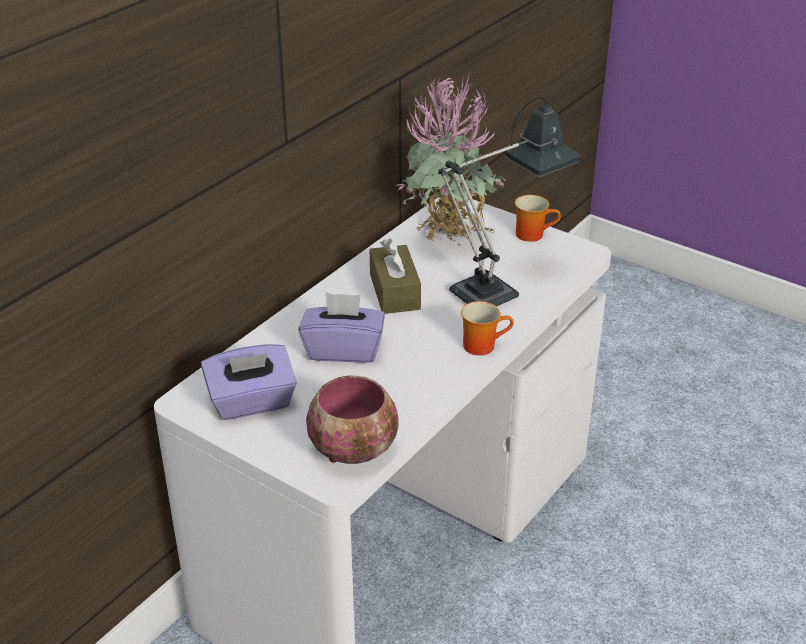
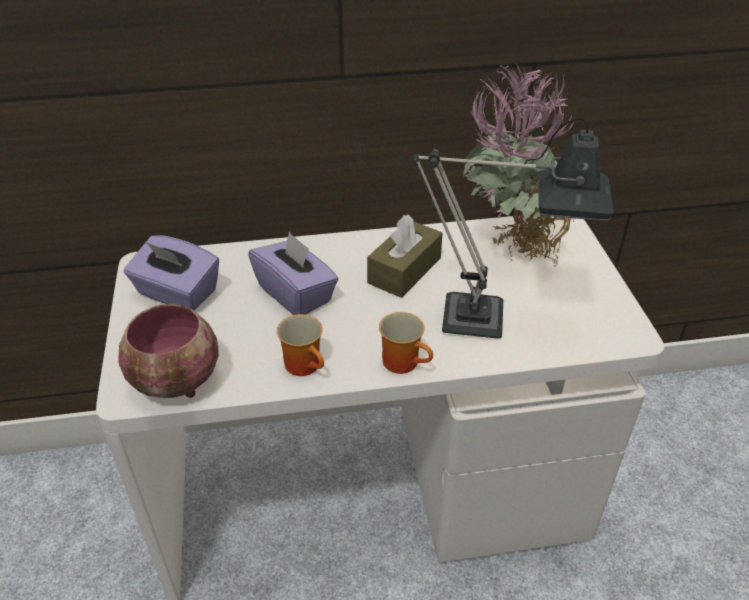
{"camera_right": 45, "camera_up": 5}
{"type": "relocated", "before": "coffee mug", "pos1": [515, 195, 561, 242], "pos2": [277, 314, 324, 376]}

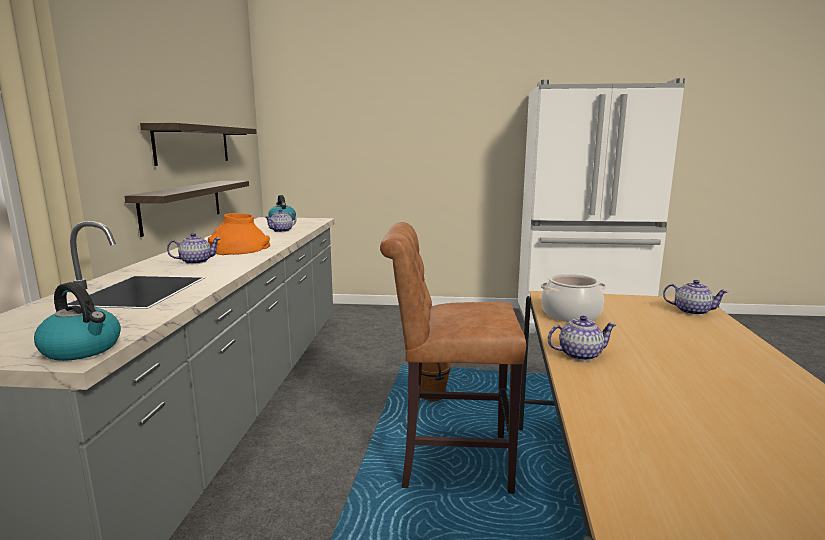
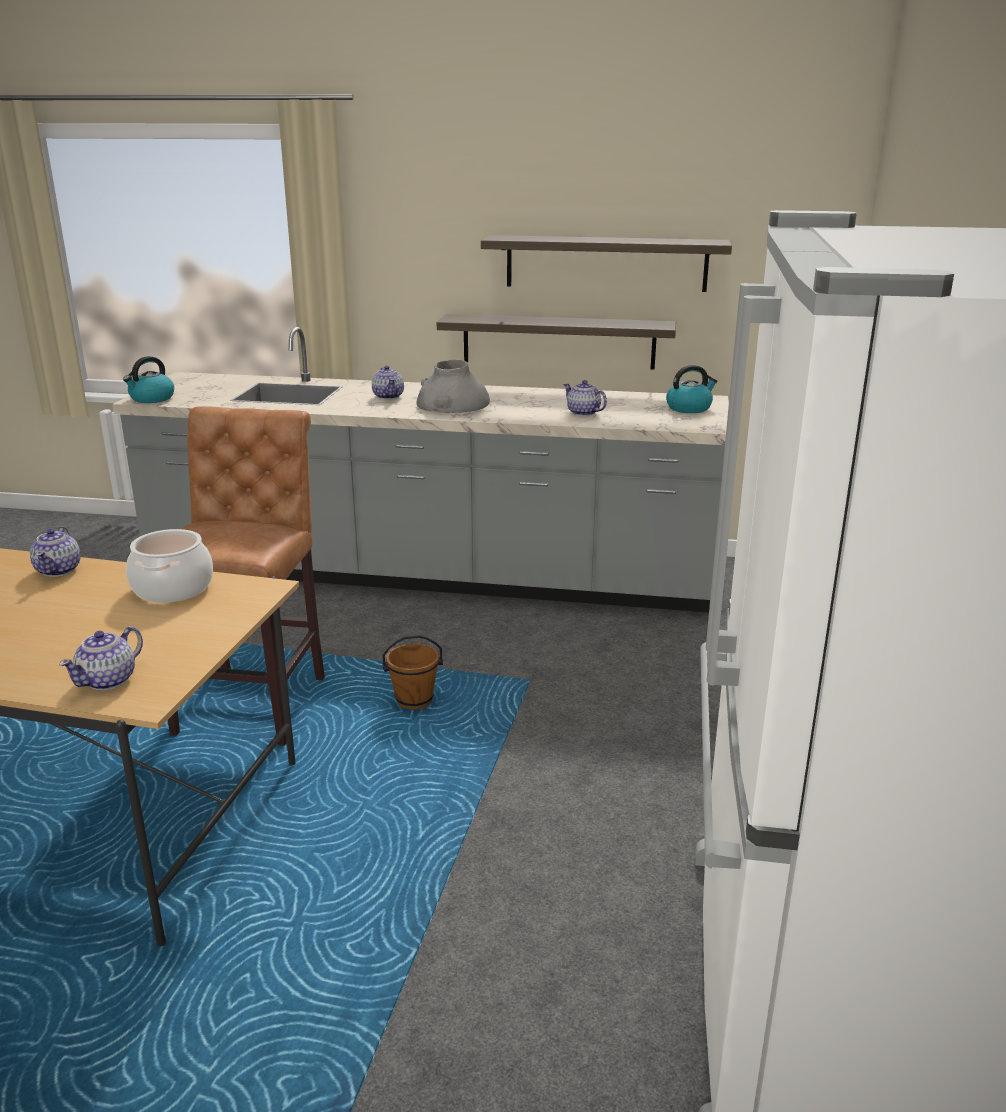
{"camera_right": 95, "camera_up": 10}
{"type": "colour", "before": "orange flower vase", "after": "gray flower vase", "pos1": [208, 213, 270, 255], "pos2": [417, 359, 490, 413]}

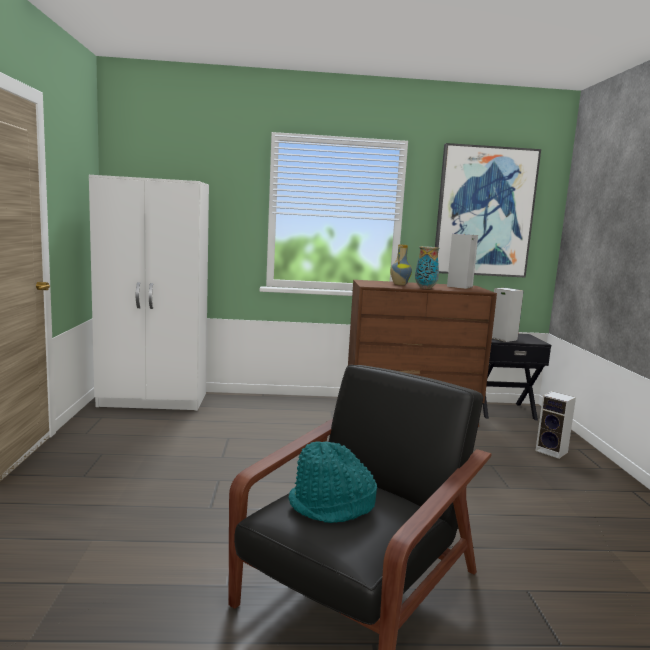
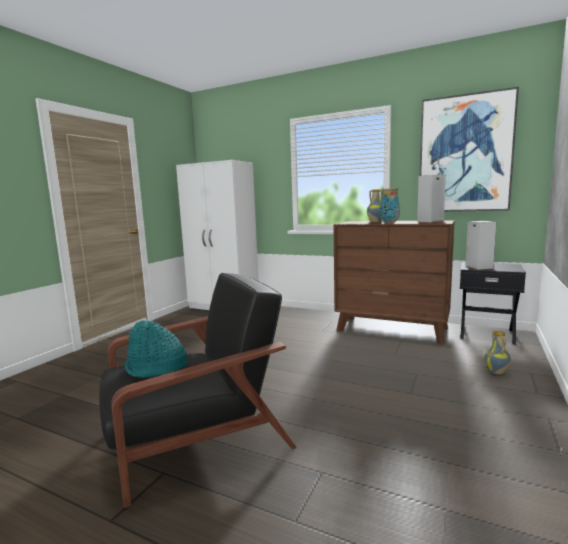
{"camera_right": 30, "camera_up": 0}
{"type": "exchanged", "before": "audio speaker", "after": "flower vase", "pos1": [535, 391, 576, 459], "pos2": [485, 330, 511, 374]}

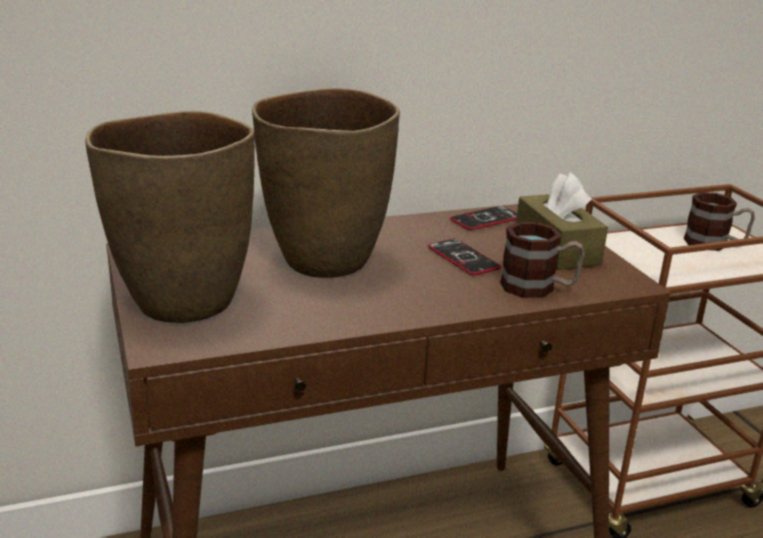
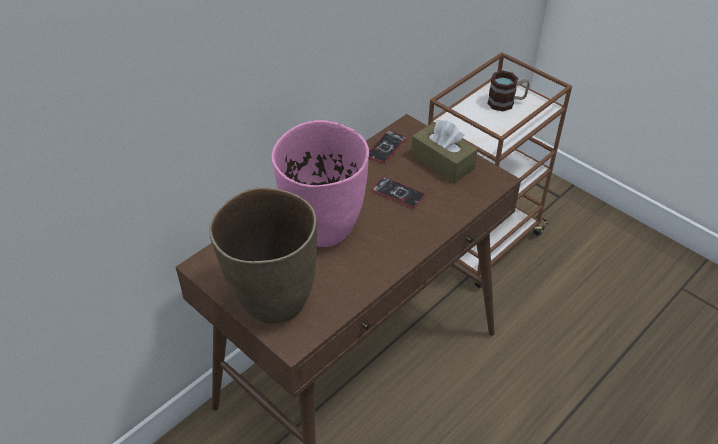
{"camera_right": -25, "camera_up": 20}
{"type": "colour", "before": "brown-coloured flower vase", "after": "pink-coloured flower vase", "pos1": [252, 88, 400, 278], "pos2": [271, 120, 369, 247]}
{"type": "missing", "before": "coffee mug", "pos1": [500, 222, 585, 298]}

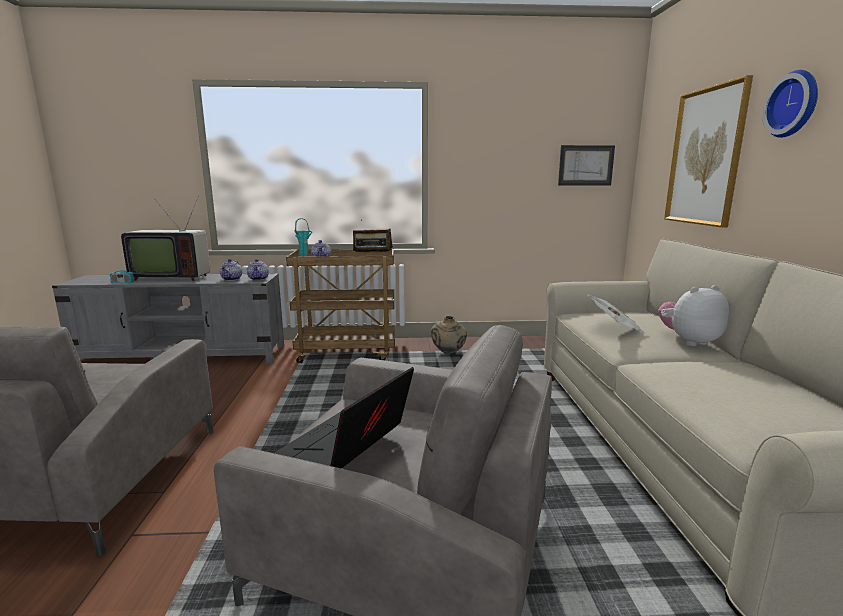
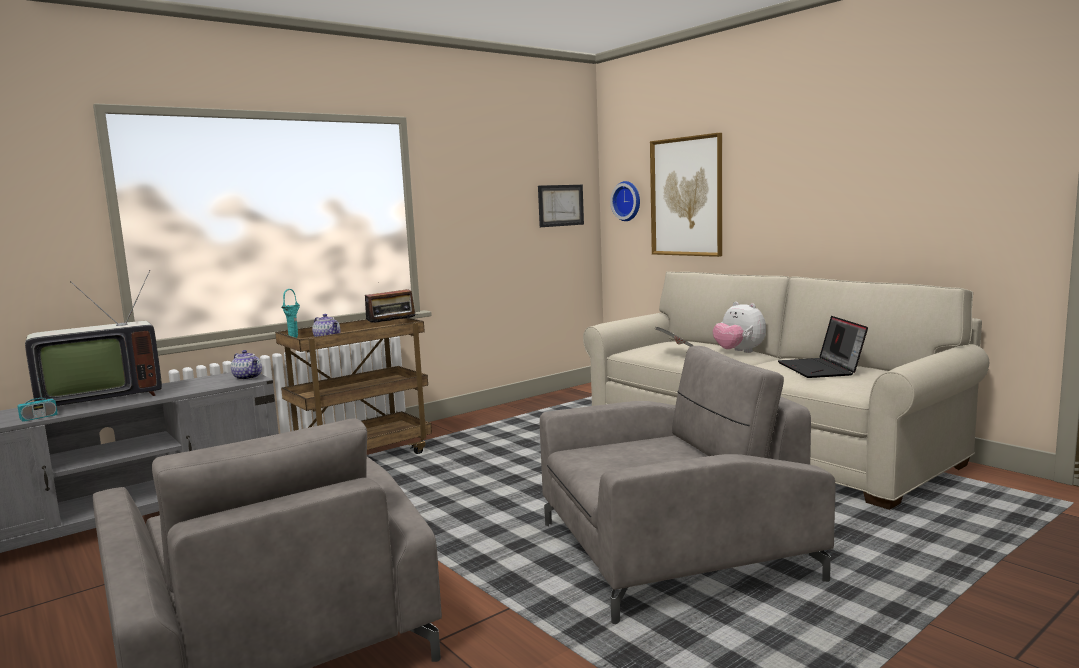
{"camera_right": -35, "camera_up": -5}
{"type": "missing", "before": "teapot", "pos1": [220, 259, 242, 281]}
{"type": "relocated", "before": "laptop", "pos1": [275, 367, 414, 469], "pos2": [778, 316, 868, 378]}
{"type": "missing", "before": "sand-coloured flower vase", "pos1": [431, 316, 467, 354]}
{"type": "spun", "before": "plush toy", "pos1": [658, 285, 729, 346], "pos2": [713, 302, 766, 353], "turn": -75}
{"type": "relocated", "before": "wall clock", "pos1": [762, 70, 818, 138], "pos2": [610, 181, 640, 221]}

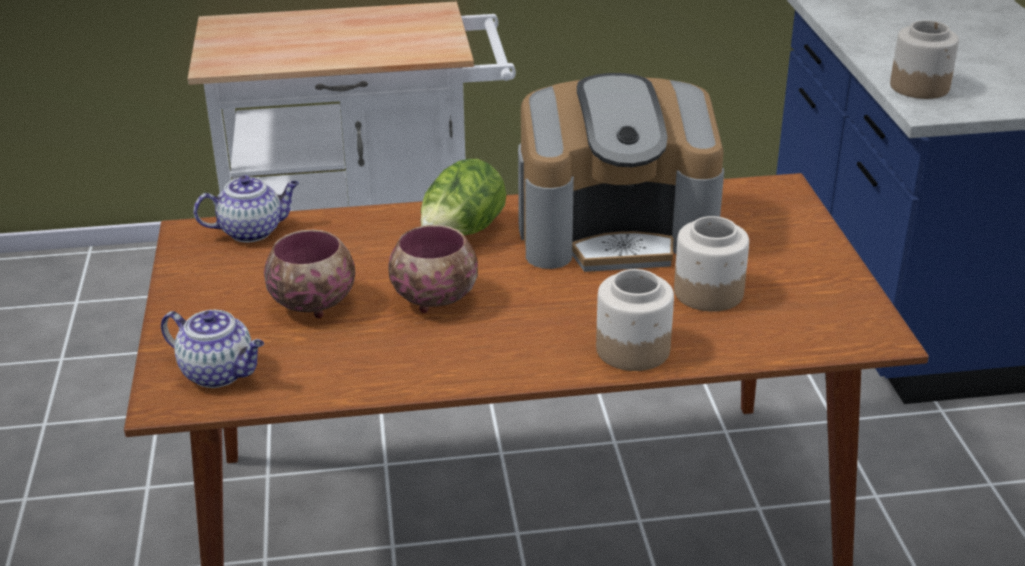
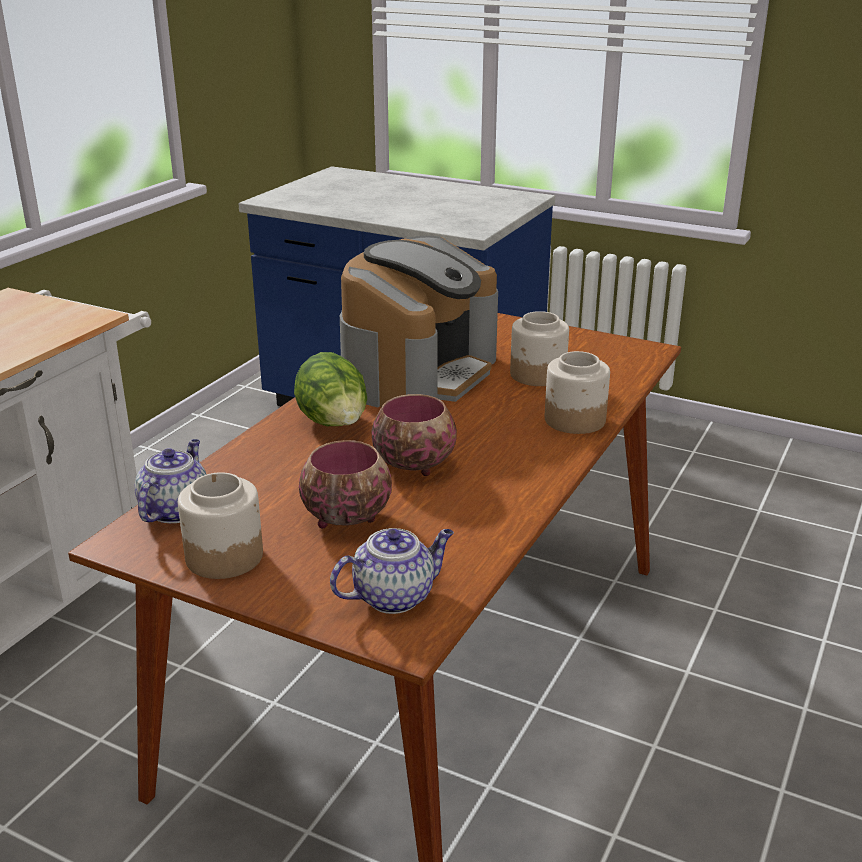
{"camera_right": -55, "camera_up": -5}
{"type": "relocated", "before": "jar", "pos1": [890, 20, 959, 99], "pos2": [178, 472, 263, 579]}

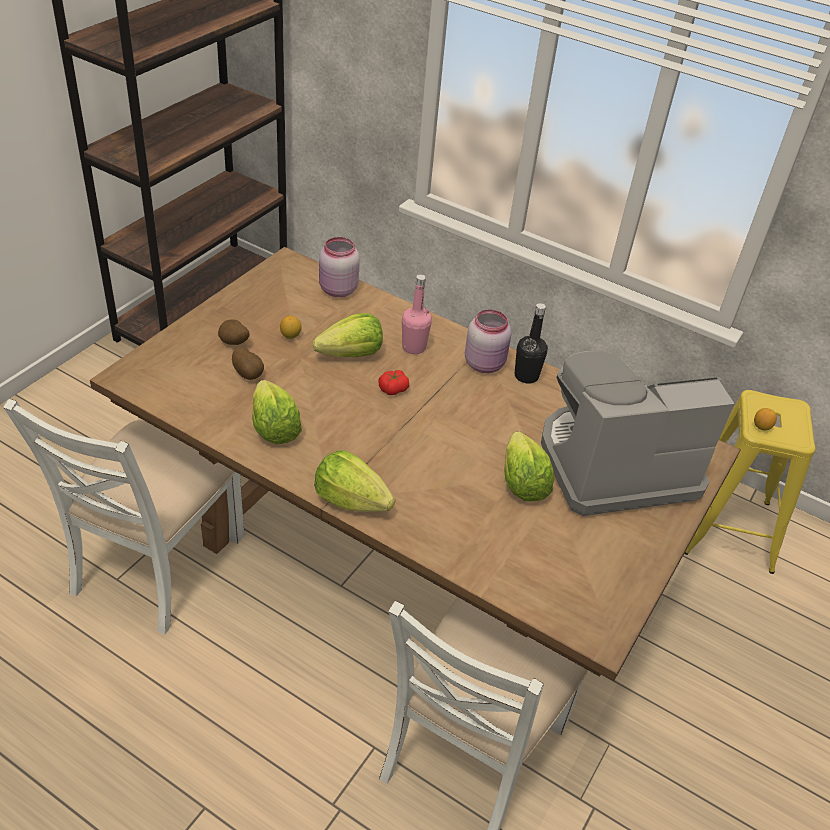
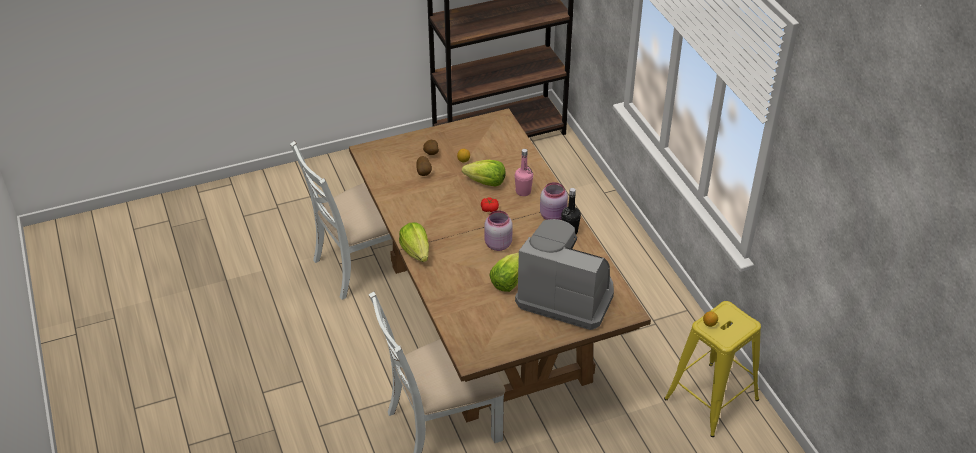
{"camera_right": 40, "camera_up": 0}
{"type": "missing", "before": "lettuce head", "pos1": [252, 380, 302, 444]}
{"type": "relocated", "before": "pink-coloured jar", "pos1": [319, 237, 360, 297], "pos2": [485, 210, 513, 251]}

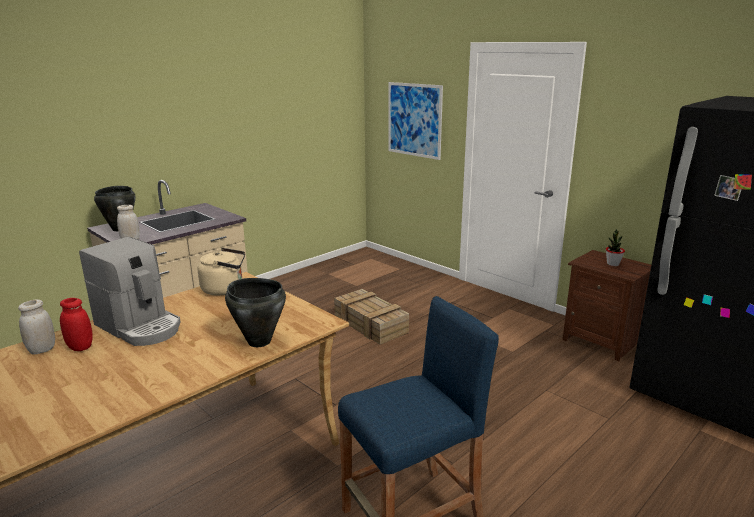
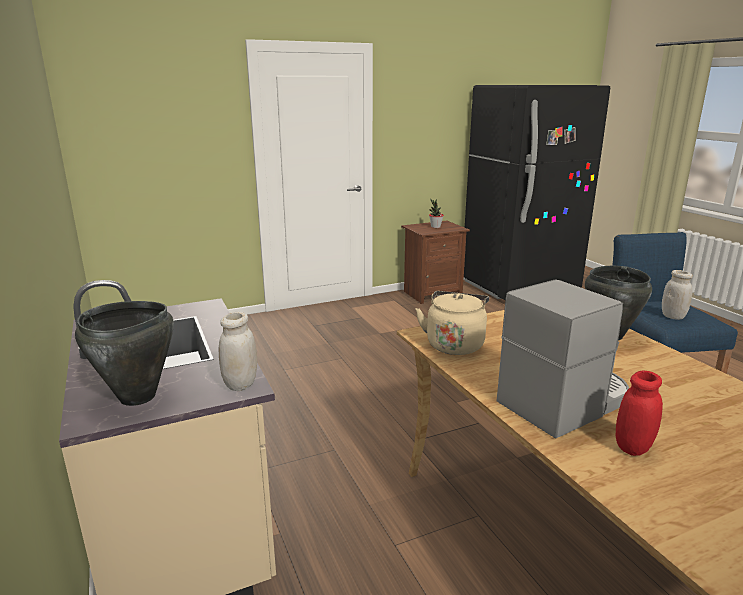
{"camera_right": -70, "camera_up": 0}
{"type": "relocated", "before": "whitish jar", "pos1": [18, 300, 55, 355], "pos2": [662, 270, 693, 320]}
{"type": "missing", "before": "crate", "pos1": [334, 289, 409, 345]}
{"type": "missing", "before": "wall picture", "pos1": [388, 82, 443, 160]}

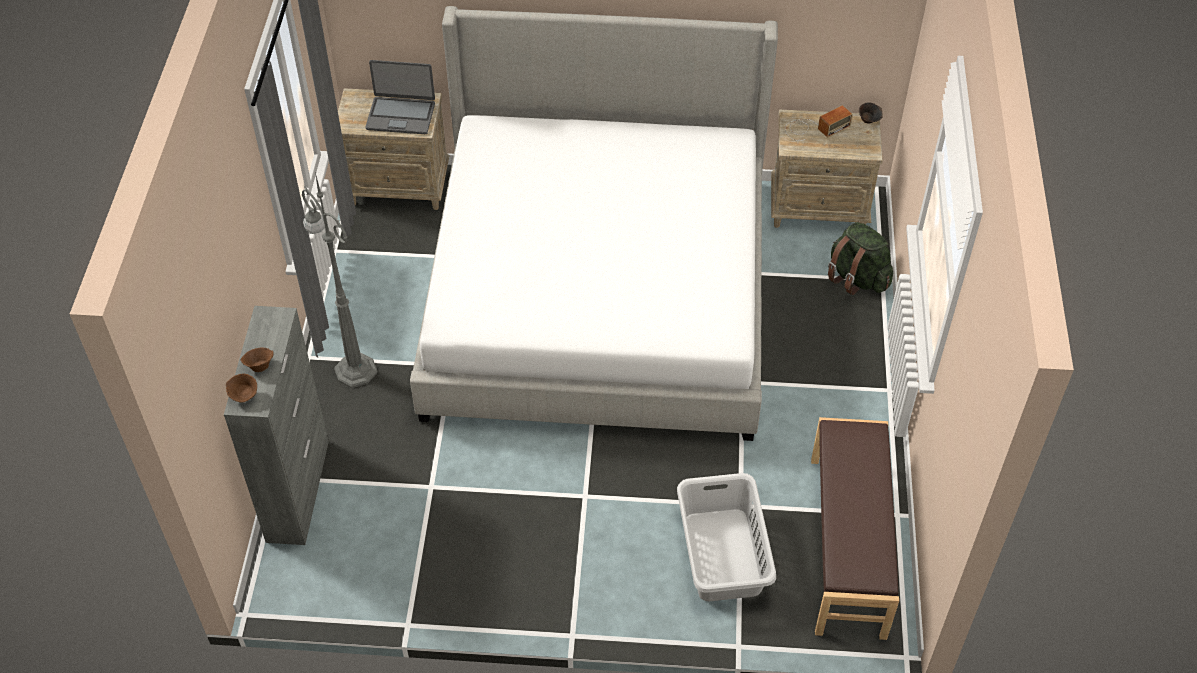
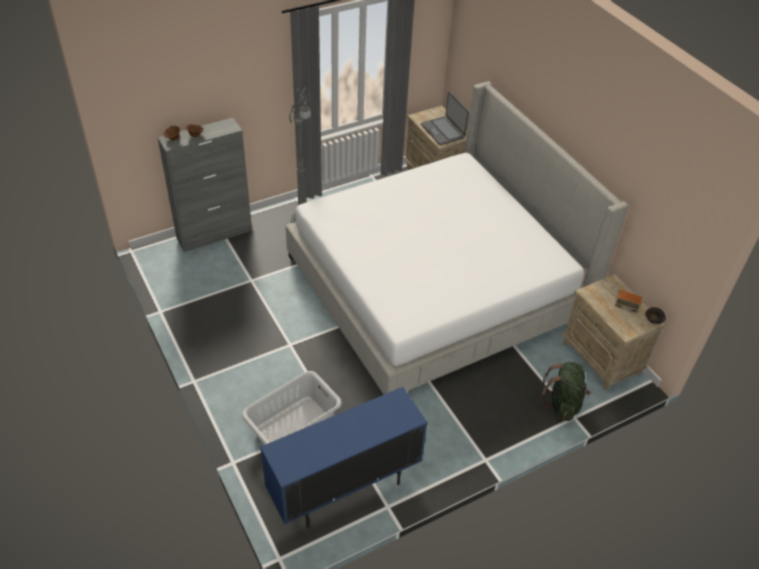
{"camera_right": 55, "camera_up": -5}
{"type": "exchanged", "before": "brown-coloured indoor bench", "after": "bluish cupboard", "pos1": [811, 417, 899, 640], "pos2": [260, 387, 428, 528]}

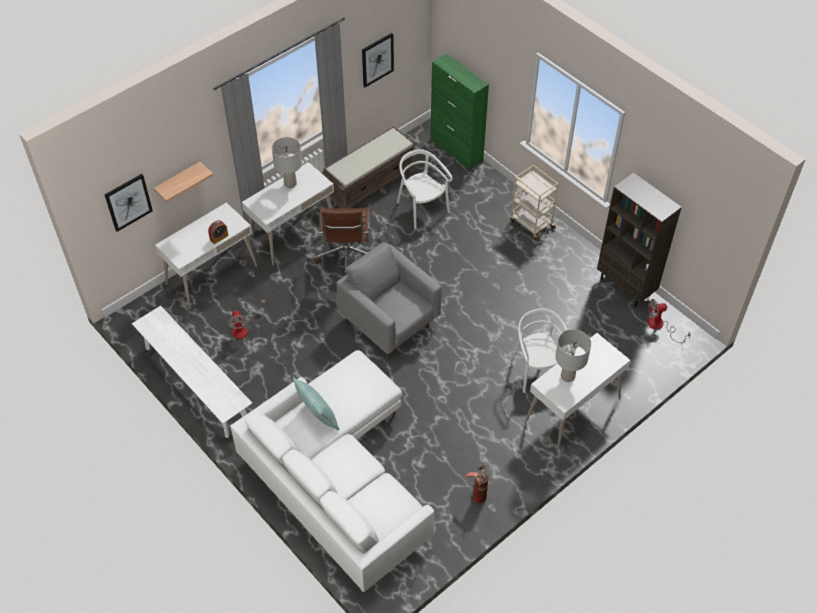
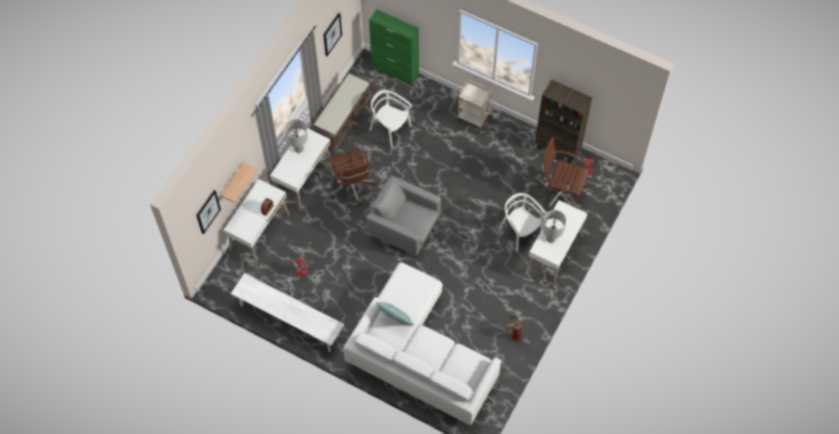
{"camera_right": -20, "camera_up": 10}
{"type": "appeared", "after": "brown-coloured desk chair", "pos2": [539, 137, 589, 211]}

